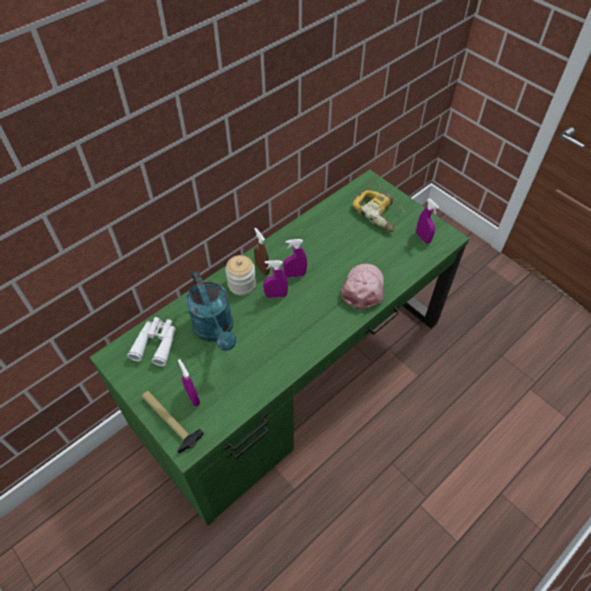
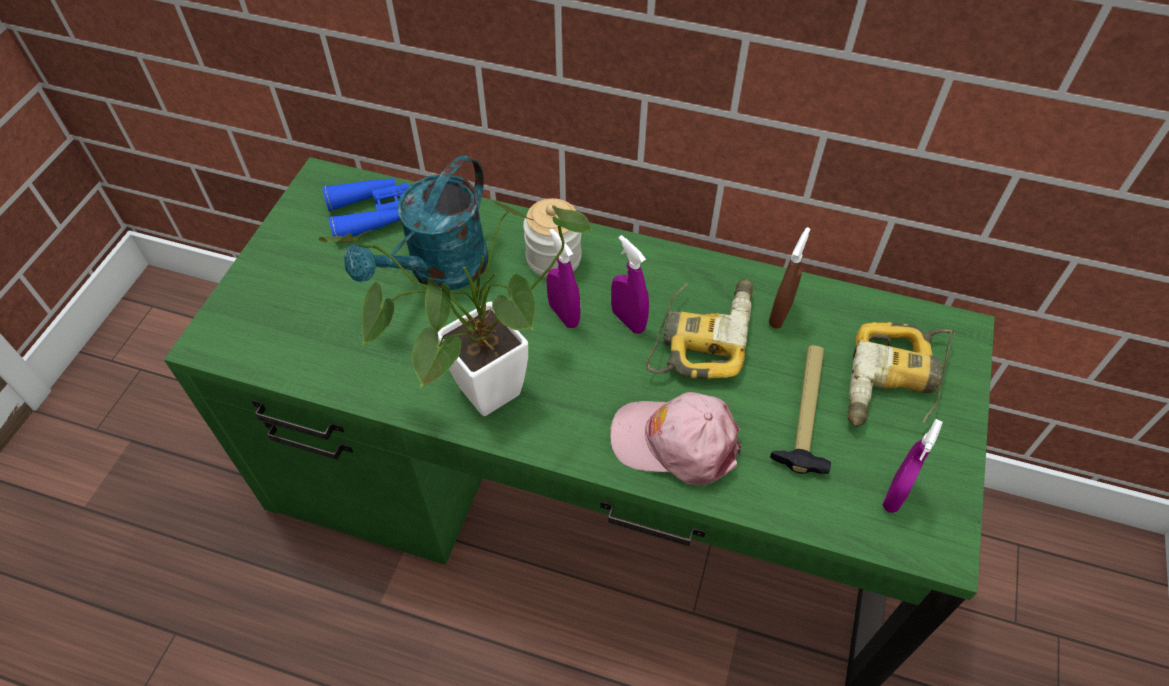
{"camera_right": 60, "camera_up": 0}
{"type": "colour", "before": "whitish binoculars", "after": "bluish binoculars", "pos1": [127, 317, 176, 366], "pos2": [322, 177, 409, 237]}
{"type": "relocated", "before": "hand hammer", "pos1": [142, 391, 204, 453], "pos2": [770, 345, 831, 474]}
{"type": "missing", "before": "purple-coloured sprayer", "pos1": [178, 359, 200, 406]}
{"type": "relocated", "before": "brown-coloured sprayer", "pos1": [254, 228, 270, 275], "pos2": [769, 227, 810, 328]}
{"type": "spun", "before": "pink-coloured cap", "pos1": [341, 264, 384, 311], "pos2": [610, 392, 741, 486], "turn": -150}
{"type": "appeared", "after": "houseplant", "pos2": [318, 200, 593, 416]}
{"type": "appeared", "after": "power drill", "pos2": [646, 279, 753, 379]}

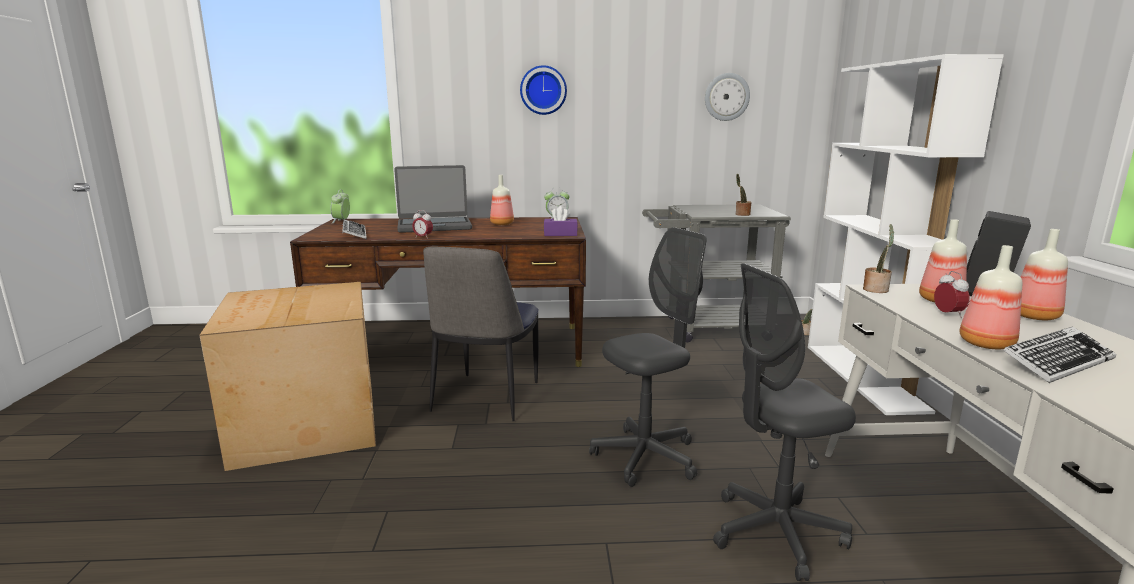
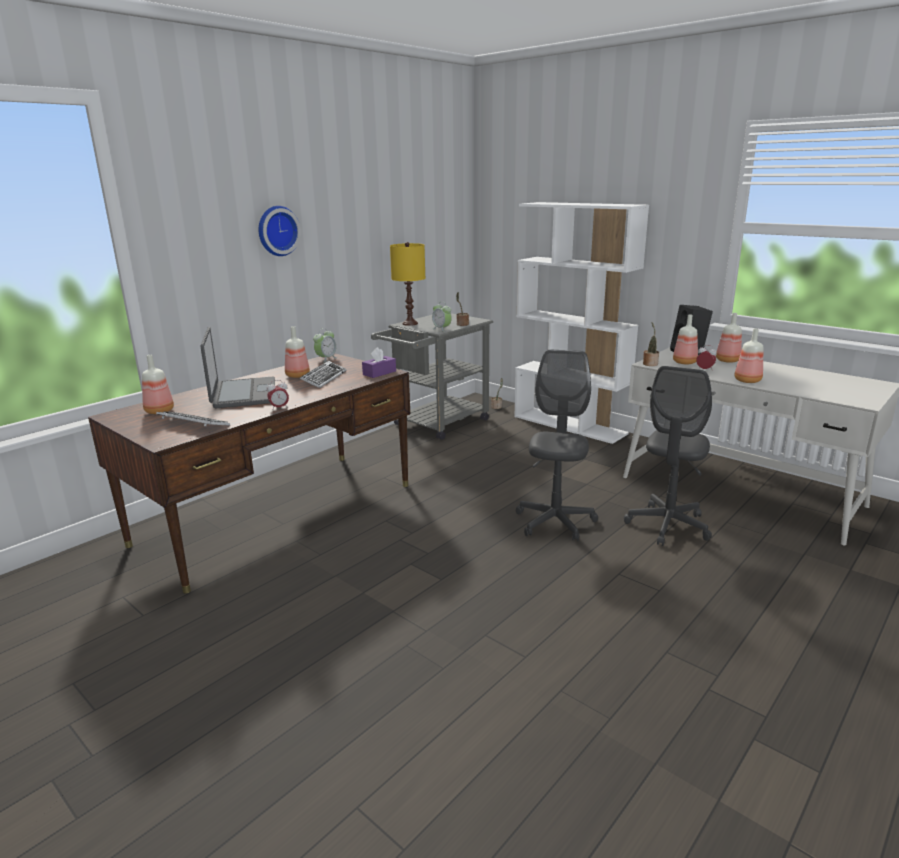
{"camera_right": -45, "camera_up": 5}
{"type": "missing", "before": "packing box", "pos1": [200, 282, 376, 471]}
{"type": "relocated", "before": "alarm clock", "pos1": [331, 189, 350, 223], "pos2": [432, 301, 452, 332]}
{"type": "spun", "before": "laptop", "pos1": [394, 165, 472, 233], "pos2": [200, 327, 275, 408], "turn": -45}
{"type": "missing", "before": "upright chair", "pos1": [423, 246, 539, 421]}
{"type": "missing", "before": "wall clock", "pos1": [705, 73, 750, 121]}
{"type": "relocated", "before": "PC keyboard", "pos1": [1003, 326, 1117, 383], "pos2": [300, 361, 346, 388]}
{"type": "appeared", "after": "bottle", "pos2": [142, 355, 174, 414]}
{"type": "appeared", "after": "yellow-coloured lamp for a table", "pos2": [390, 242, 425, 326]}

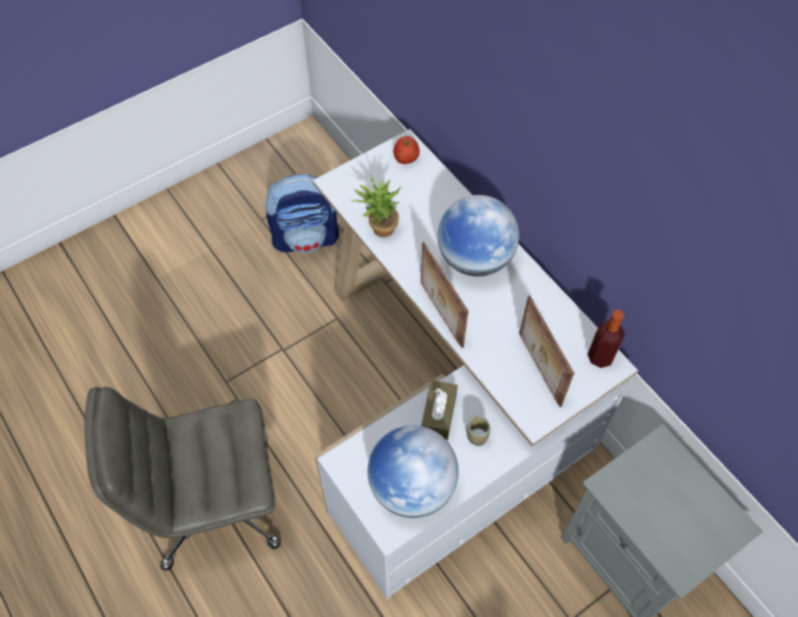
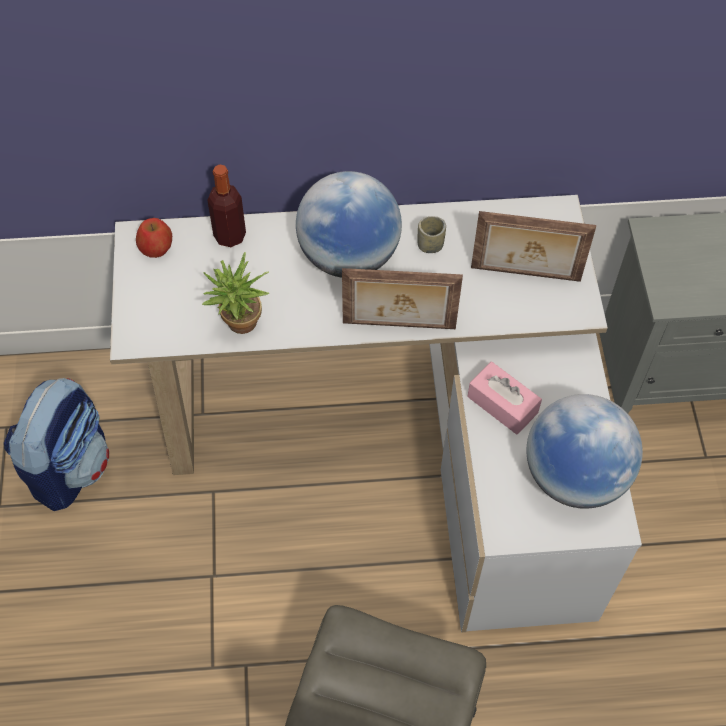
{"camera_right": -60, "camera_up": 0}
{"type": "colour", "before": "brown-coloured tissue holder", "after": "pink-coloured tissue holder", "pos1": [421, 380, 458, 440], "pos2": [468, 362, 542, 435]}
{"type": "relocated", "before": "small cup", "pos1": [466, 416, 490, 446], "pos2": [418, 216, 446, 253]}
{"type": "relocated", "before": "bottle", "pos1": [587, 310, 625, 368], "pos2": [207, 164, 246, 247]}

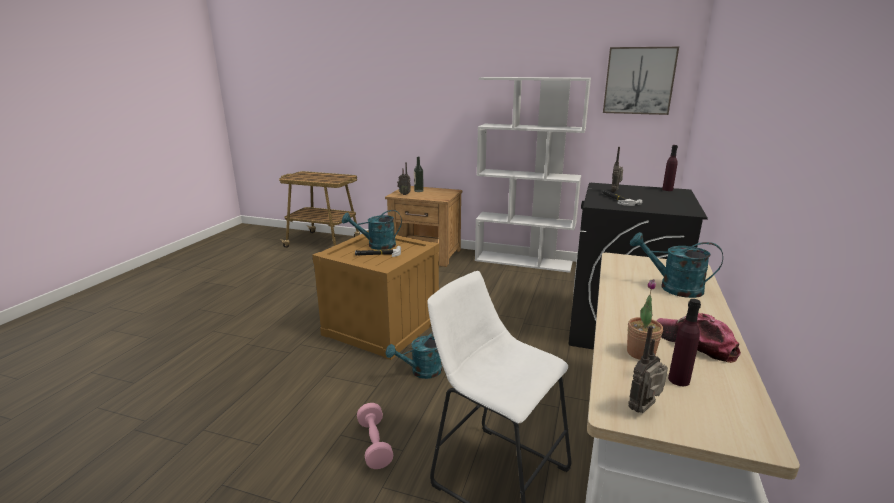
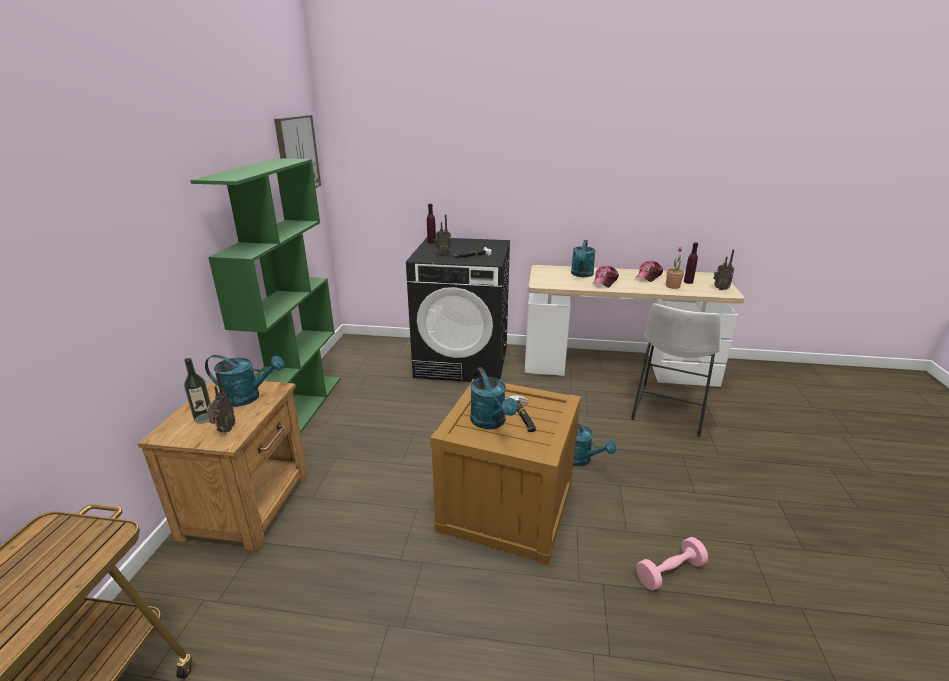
{"camera_right": -100, "camera_up": 5}
{"type": "relocated", "before": "pink-coloured dumbbell", "pos1": [357, 403, 393, 469], "pos2": [636, 537, 708, 591]}
{"type": "colour", "before": "whitish bookcase", "after": "green-coloured bookcase", "pos1": [475, 77, 591, 273], "pos2": [190, 158, 341, 433]}
{"type": "appeared", "after": "turquoise-coloured sprinkling can", "pos2": [205, 355, 285, 407]}
{"type": "appeared", "after": "cap", "pos2": [593, 265, 619, 288]}

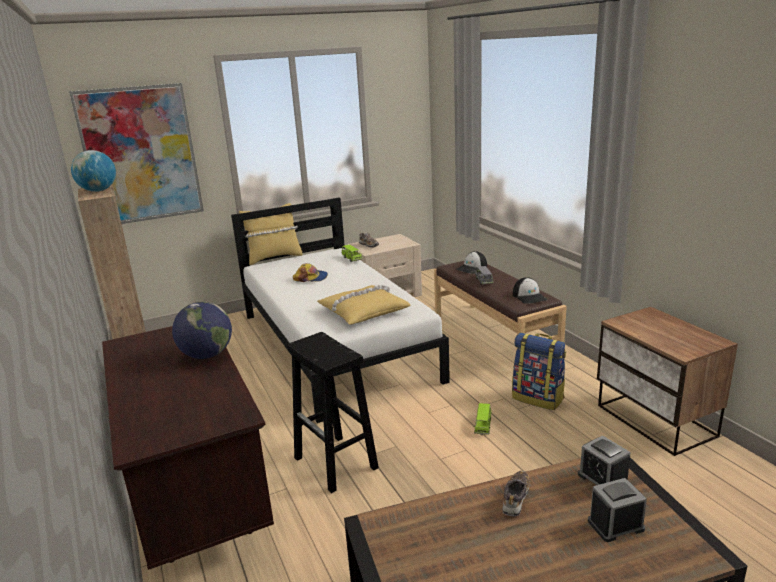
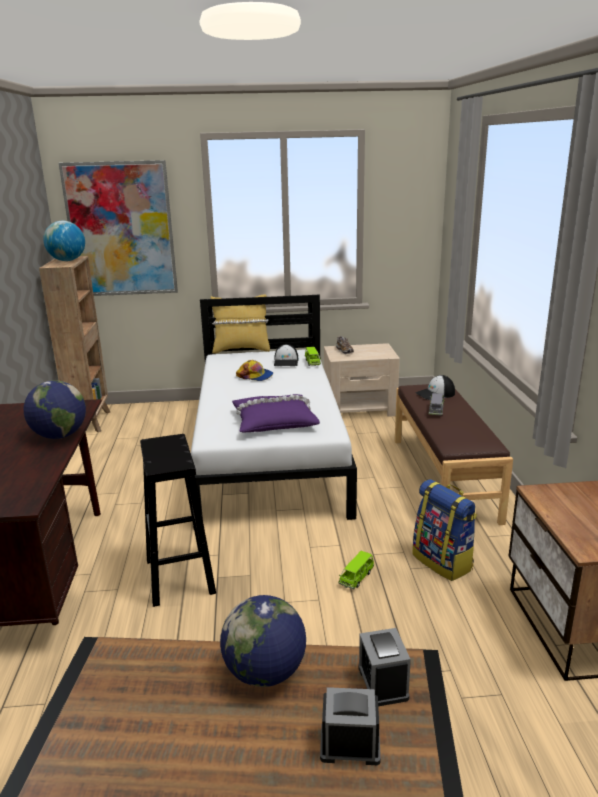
{"camera_right": 20, "camera_up": 0}
{"type": "colour", "before": "yellow-coloured cushion", "after": "purple-coloured cushion", "pos1": [317, 285, 411, 325], "pos2": [232, 394, 320, 432]}
{"type": "exchanged", "before": "shoe", "after": "world globe", "pos1": [502, 471, 530, 516], "pos2": [220, 595, 306, 687]}
{"type": "relocated", "before": "cap", "pos1": [513, 277, 547, 304], "pos2": [274, 344, 299, 366]}

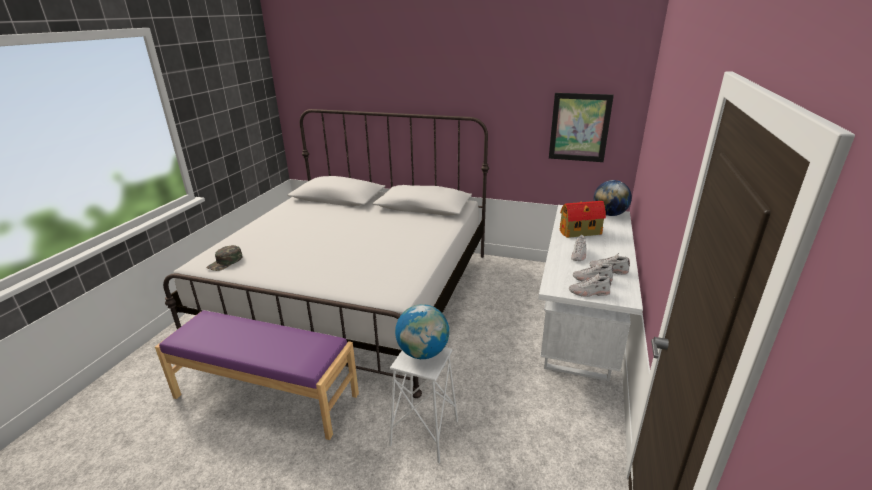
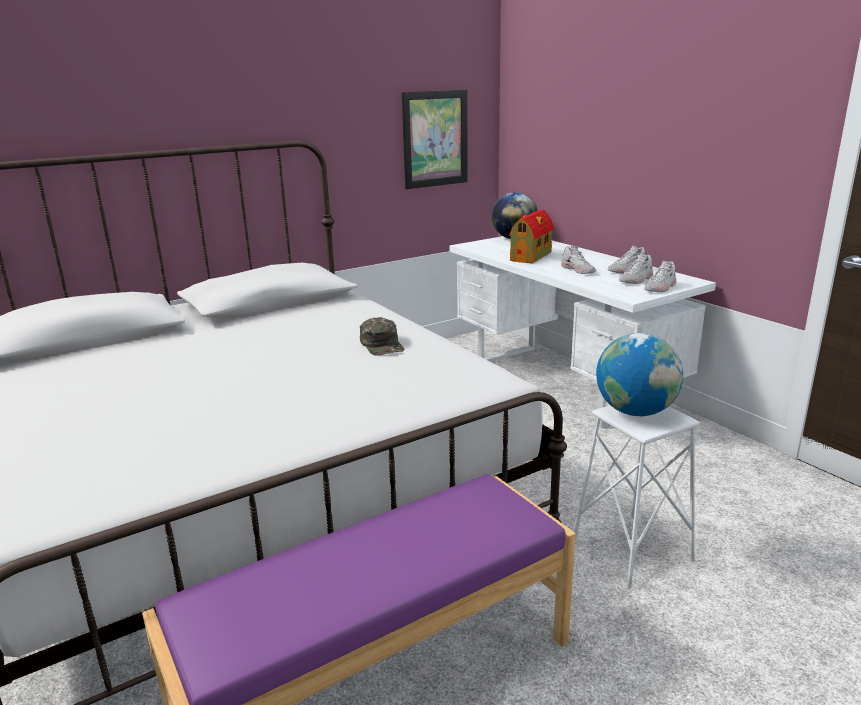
{"camera_right": -50, "camera_up": -5}
{"type": "relocated", "before": "green-coloured cap", "pos1": [206, 245, 242, 271], "pos2": [360, 317, 404, 356]}

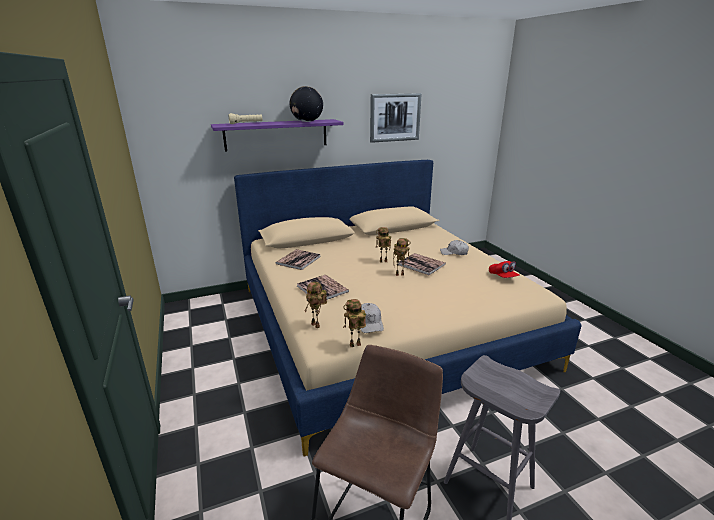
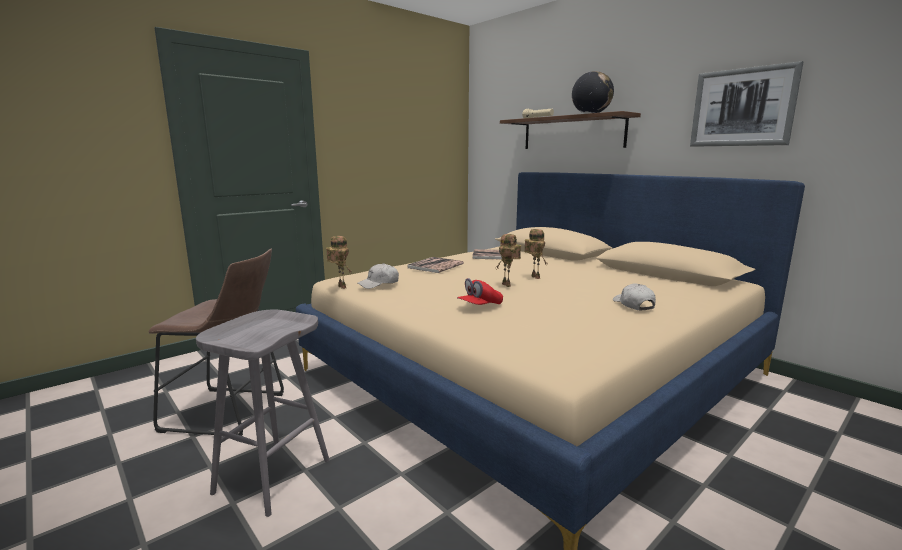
{"camera_right": 70, "camera_up": -10}
{"type": "colour", "before": "purple-coloured bracket shelf", "after": "brown-coloured bracket shelf", "pos1": [211, 119, 343, 152], "pos2": [500, 111, 641, 149]}
{"type": "missing", "before": "toy robot", "pos1": [304, 282, 327, 328]}
{"type": "missing", "before": "bound book", "pos1": [398, 253, 446, 275]}
{"type": "relocated", "before": "reddish cap", "pos1": [489, 261, 520, 278], "pos2": [457, 278, 503, 305]}

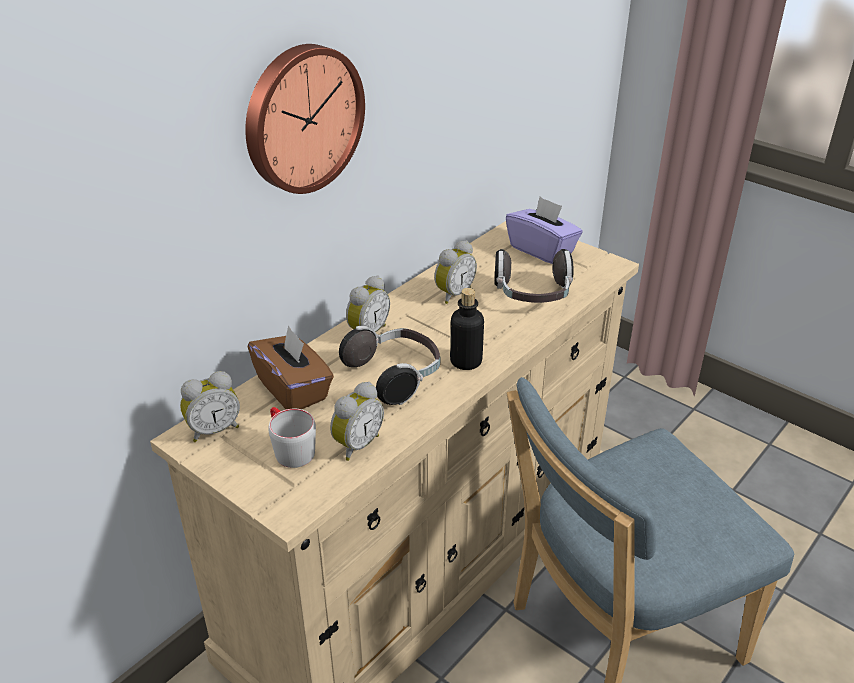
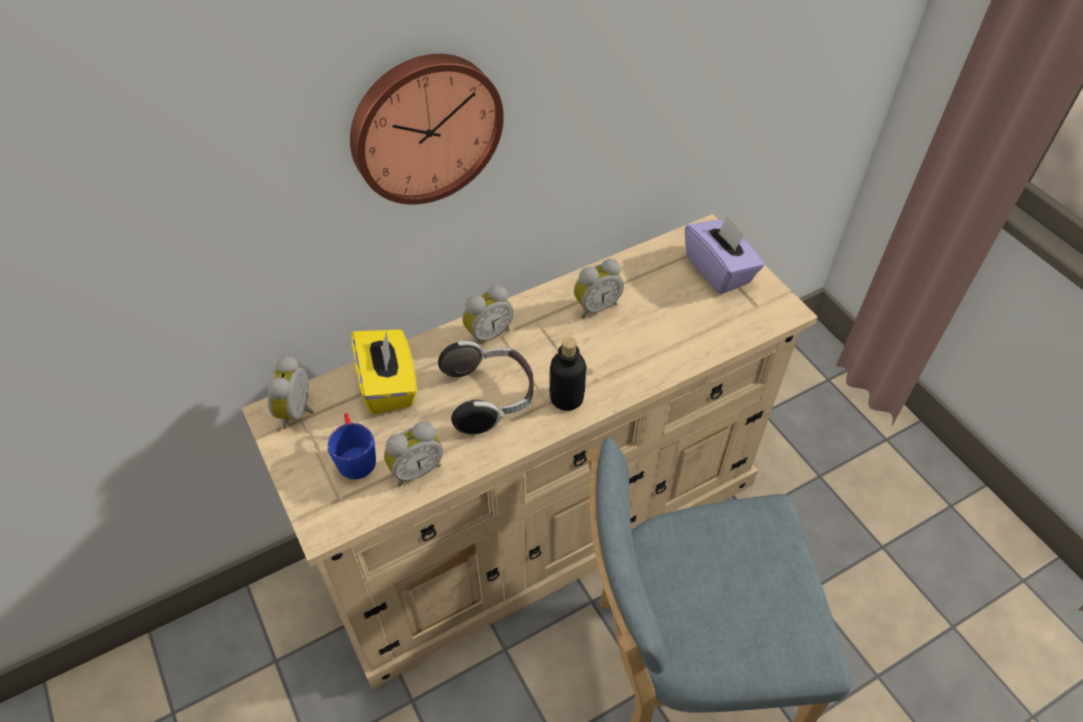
{"camera_right": 20, "camera_up": 15}
{"type": "spun", "before": "alarm clock", "pos1": [180, 371, 240, 442], "pos2": [267, 356, 314, 429], "turn": 105}
{"type": "colour", "before": "brown-coloured tissue holder", "after": "yellow-coloured tissue holder", "pos1": [248, 325, 334, 409], "pos2": [351, 329, 417, 414]}
{"type": "colour", "before": "gray coffee mug", "after": "bluish coffee mug", "pos1": [268, 407, 316, 468], "pos2": [328, 413, 376, 479]}
{"type": "missing", "before": "headphones", "pos1": [494, 249, 574, 303]}

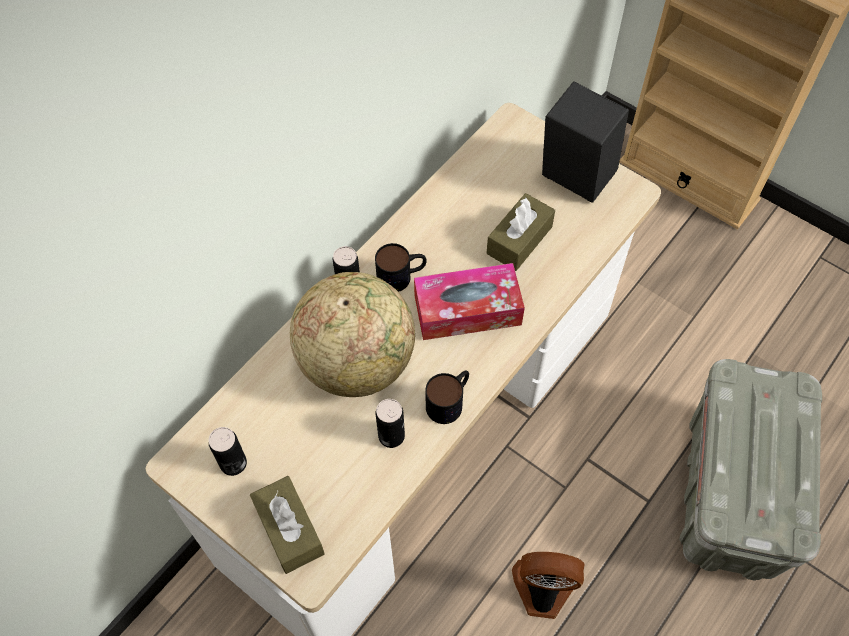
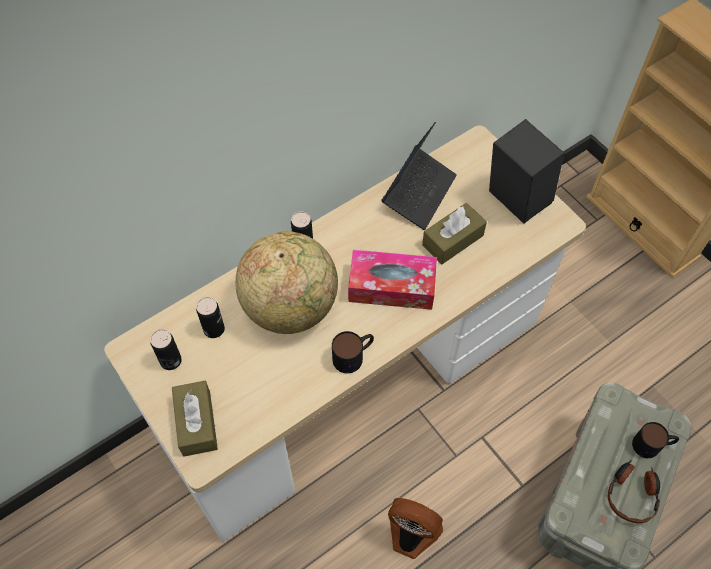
{"camera_right": 15, "camera_up": 0}
{"type": "relocated", "before": "coffee mug", "pos1": [375, 243, 427, 292], "pos2": [632, 422, 679, 458]}
{"type": "relocated", "before": "sealed can", "pos1": [375, 399, 405, 448], "pos2": [196, 297, 225, 338]}
{"type": "appeared", "after": "laptop", "pos2": [381, 122, 457, 230]}
{"type": "appeared", "after": "headphones", "pos2": [608, 459, 660, 523]}

